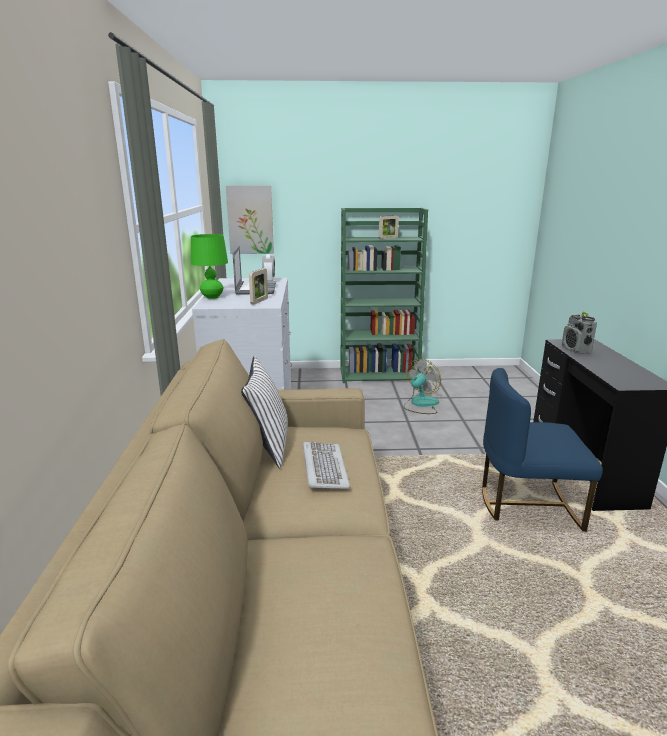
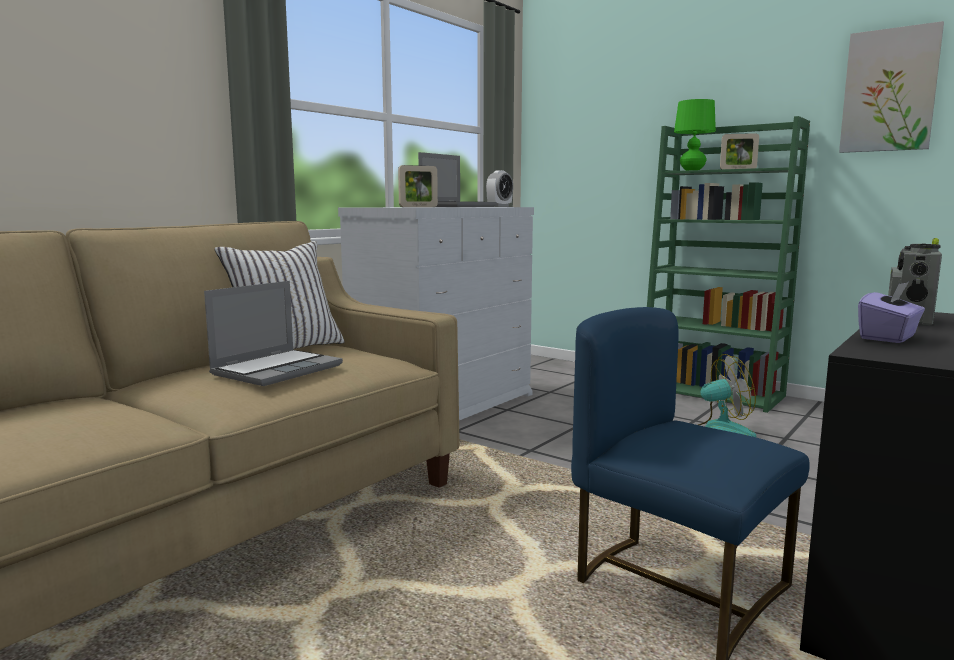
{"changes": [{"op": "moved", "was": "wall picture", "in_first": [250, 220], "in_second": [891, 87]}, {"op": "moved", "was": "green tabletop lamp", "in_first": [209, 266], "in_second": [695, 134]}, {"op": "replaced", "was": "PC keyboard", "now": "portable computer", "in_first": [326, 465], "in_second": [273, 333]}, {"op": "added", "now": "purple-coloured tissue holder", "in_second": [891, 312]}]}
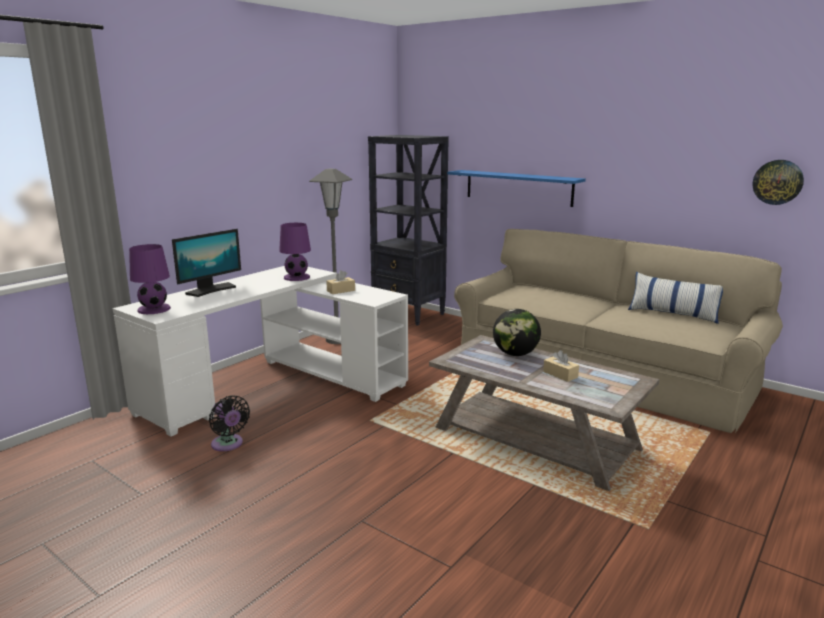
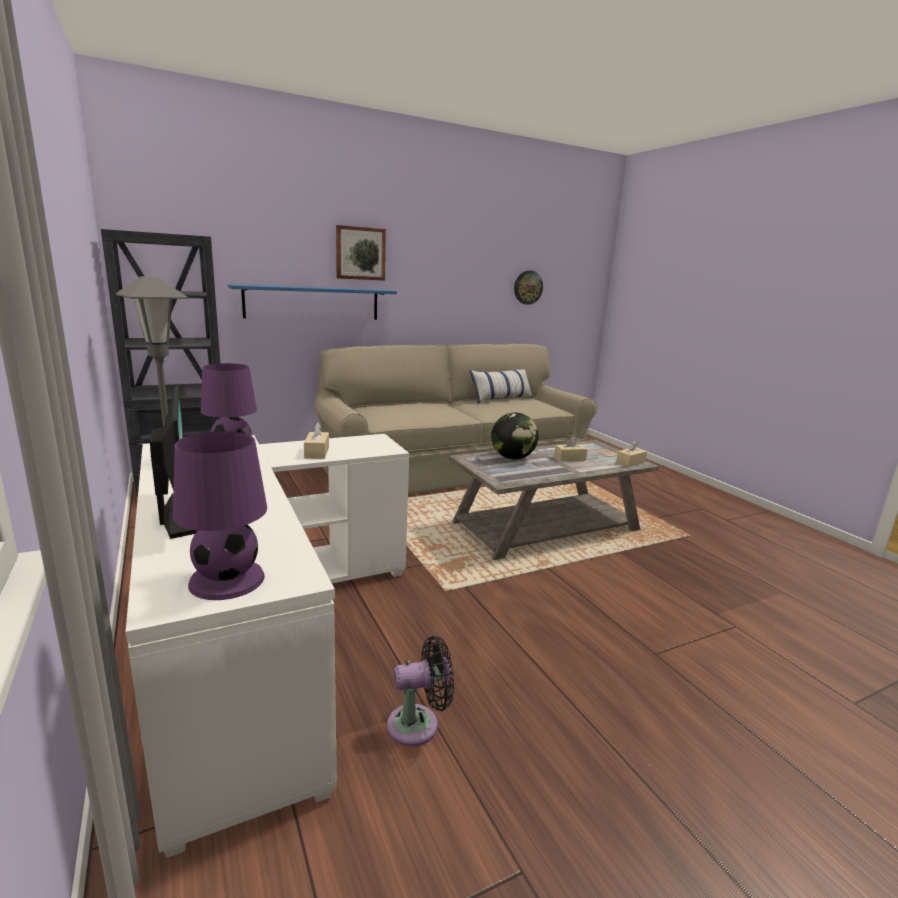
{"changes": [{"op": "added", "now": "wall picture", "in_second": [361, 252]}, {"op": "added", "now": "beige tissue holder", "in_second": [631, 453]}]}
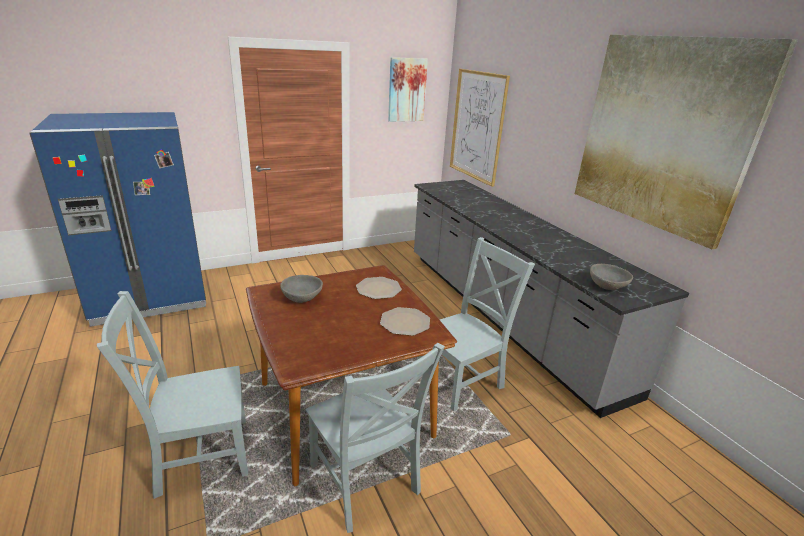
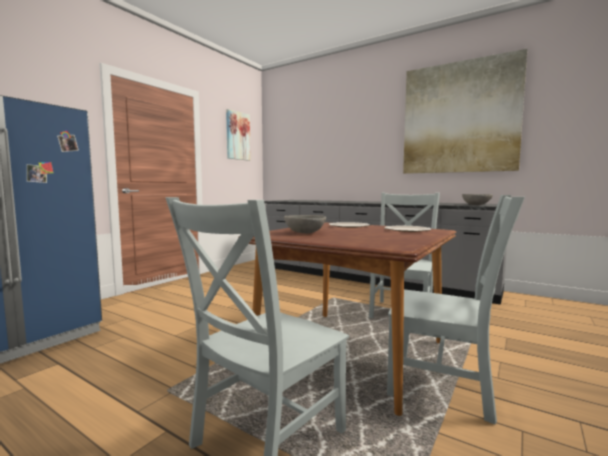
{"changes": [{"op": "removed", "was": "wall picture", "in_first": [480, 128]}]}
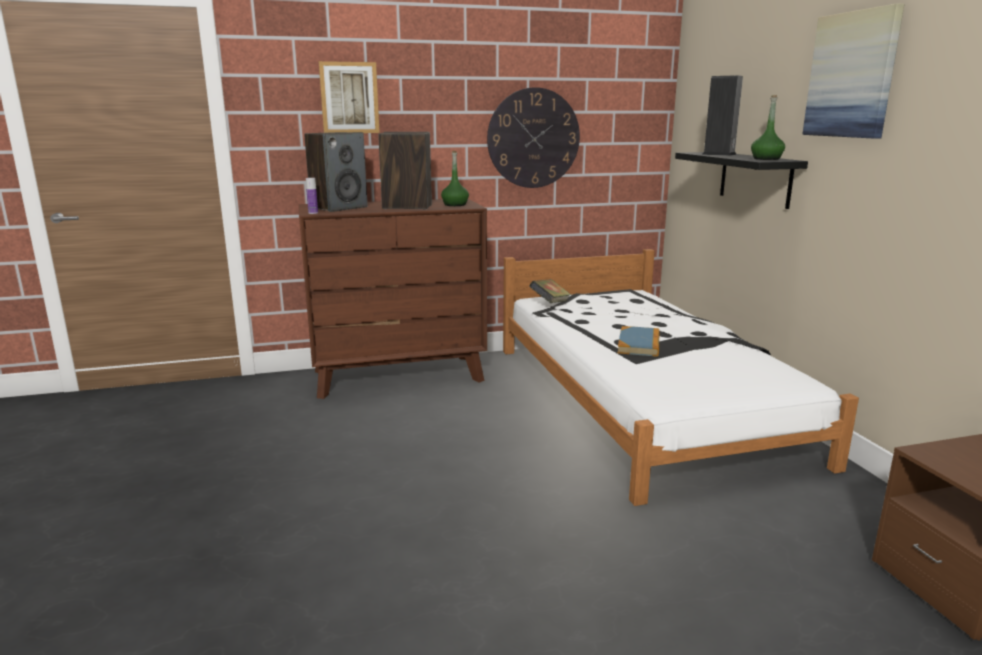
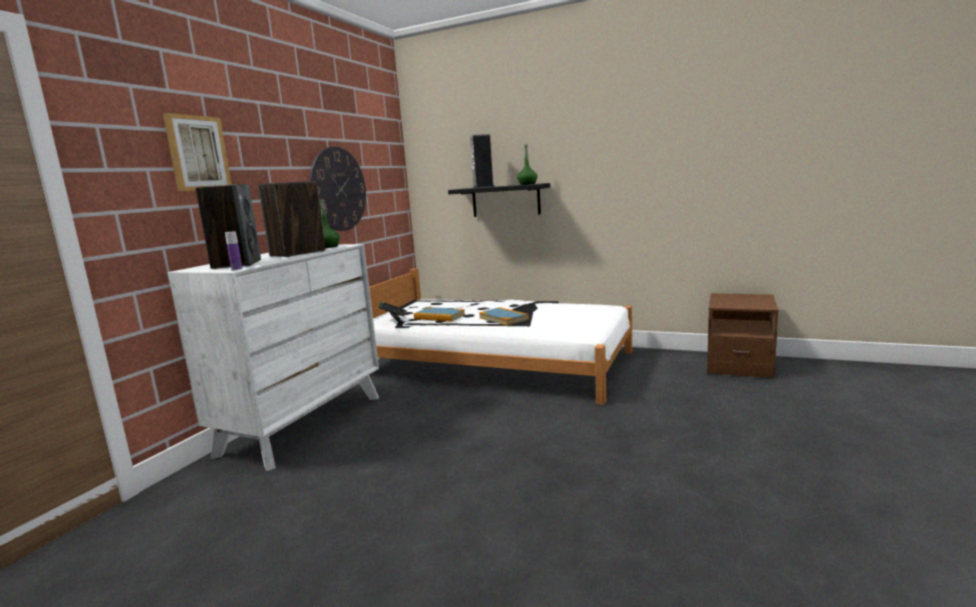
{"changes": [{"op": "removed", "was": "wall picture", "in_first": [853, 71]}, {"op": "recoloured", "was": "brown chest of drawers", "now": "whitish chest of drawers", "in_first": [393, 299], "in_second": [273, 357]}, {"op": "added", "now": "book", "in_second": [439, 314]}]}
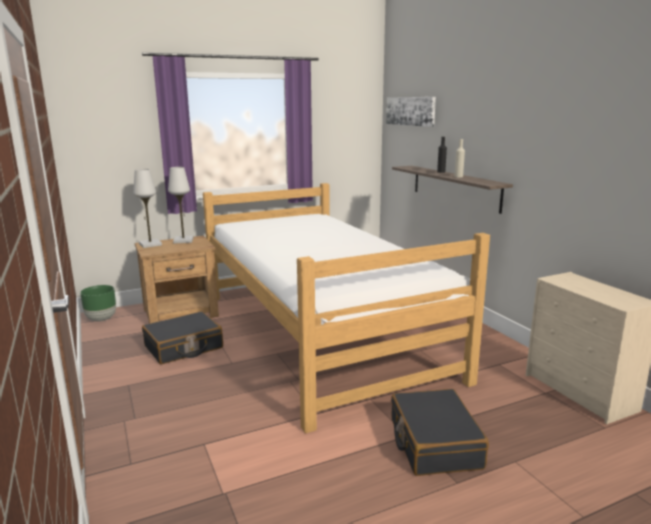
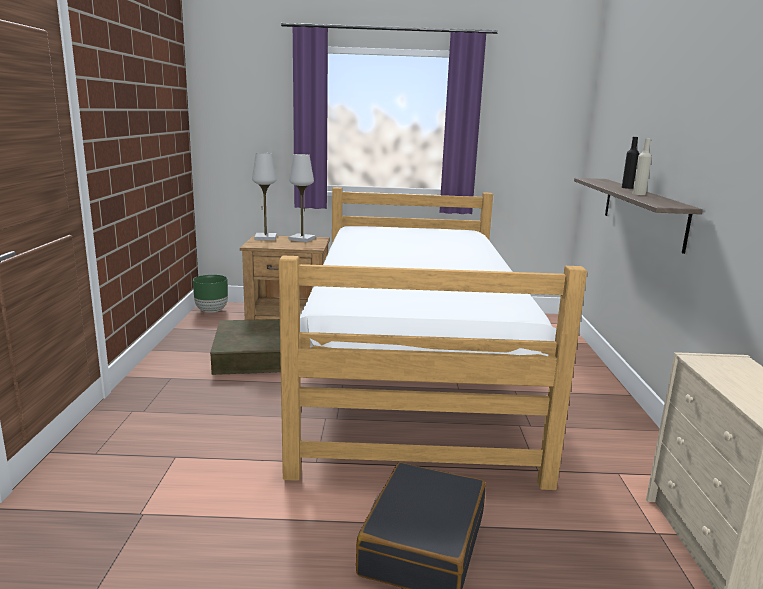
{"changes": [{"op": "removed", "was": "wall picture", "in_first": [411, 112]}, {"op": "replaced", "was": "black-coloured travel case", "now": "brown storage bin", "in_first": [182, 338], "in_second": [245, 347]}]}
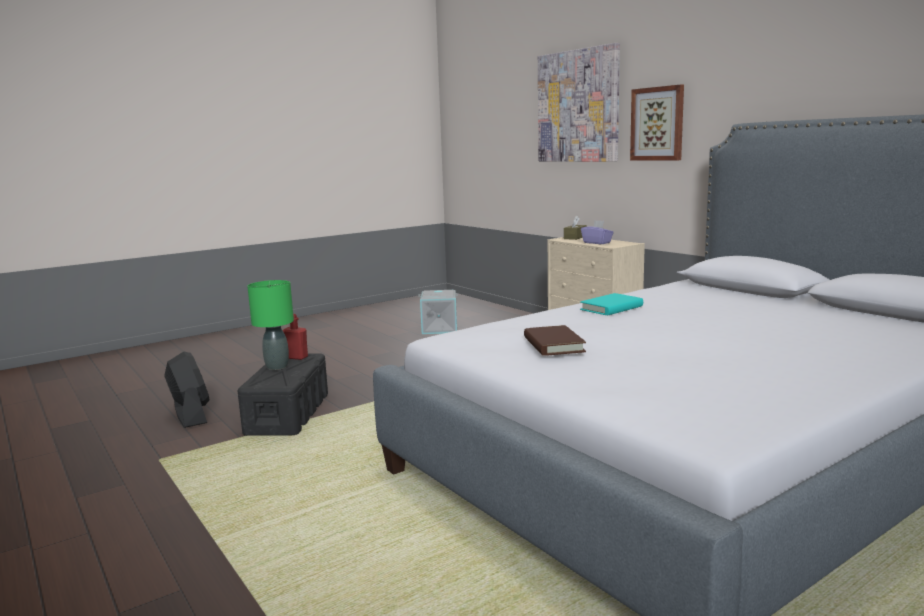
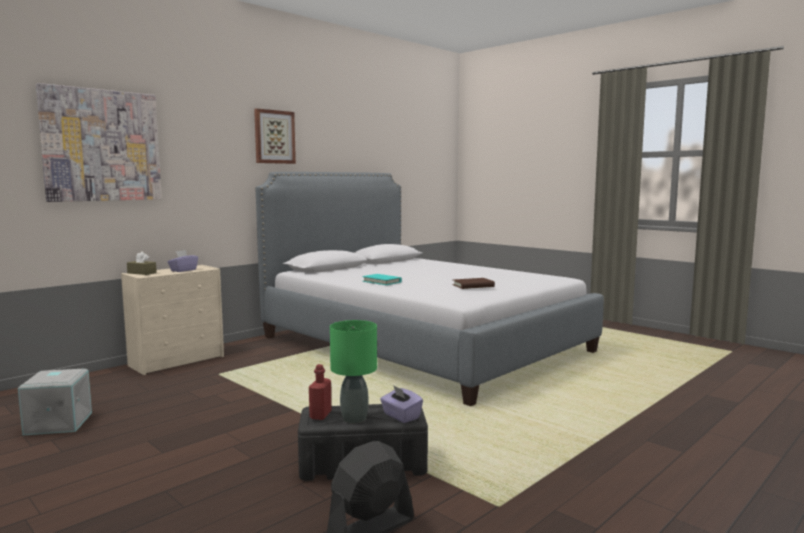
{"changes": [{"op": "moved", "was": "wall picture", "in_first": [657, 123], "in_second": [275, 136]}, {"op": "added", "now": "purple-coloured tissue holder", "in_second": [401, 404]}]}
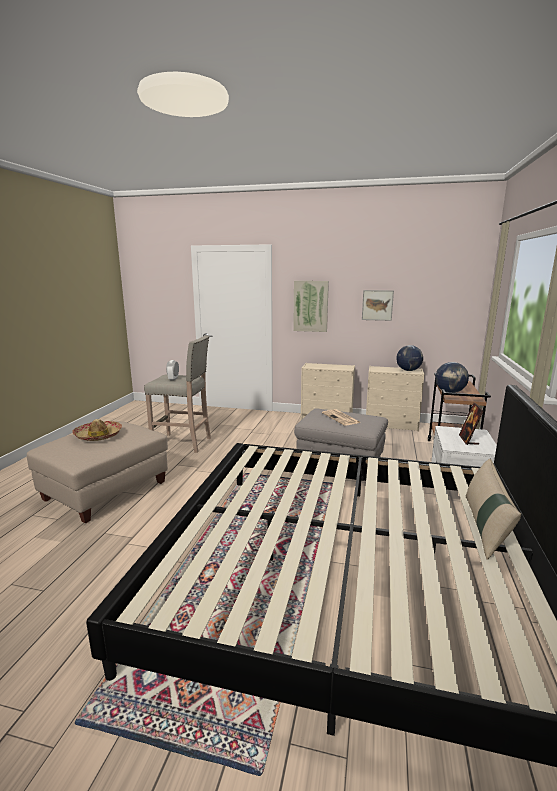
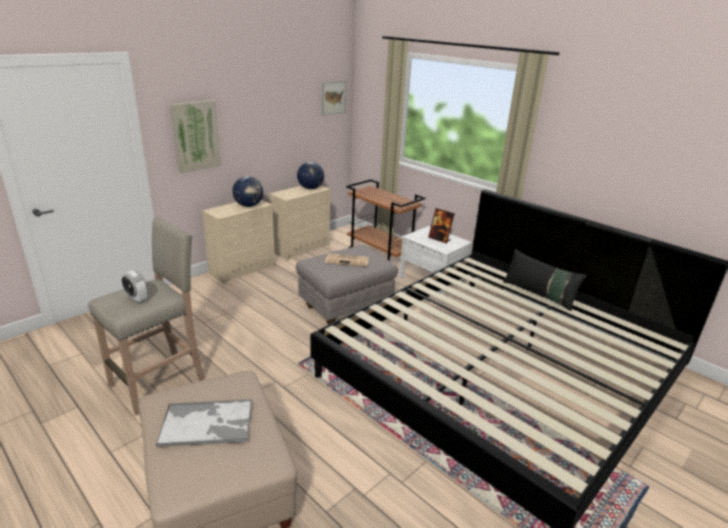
{"changes": [{"op": "moved", "was": "wall picture", "in_first": [378, 305], "in_second": [334, 98]}, {"op": "moved", "was": "globe", "in_first": [452, 377], "in_second": [247, 191]}, {"op": "replaced", "was": "wearable hat", "now": "tray", "in_first": [97, 430], "in_second": [204, 423]}, {"op": "recoloured", "was": "beige pillow", "now": "black-coloured pillow", "in_first": [493, 509], "in_second": [545, 280]}]}
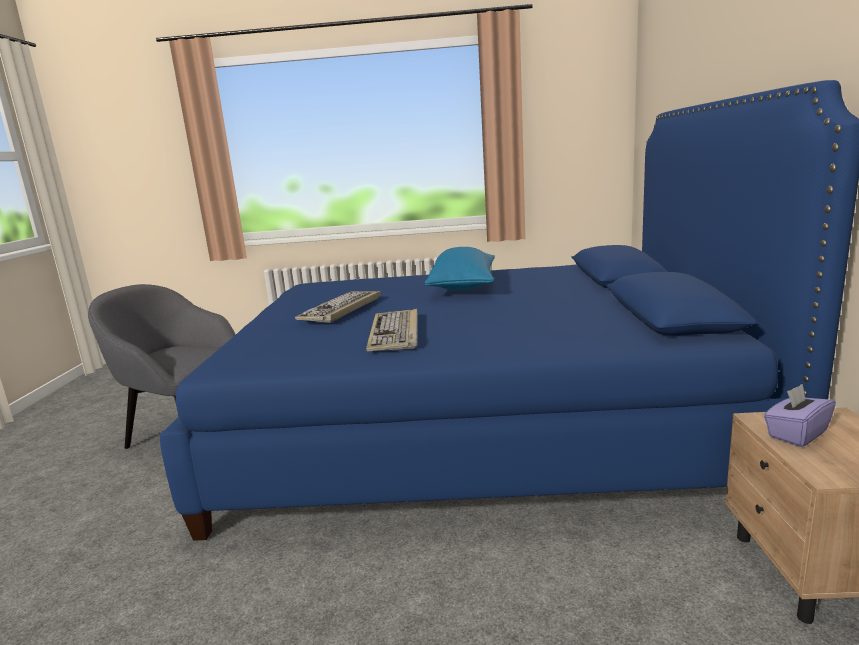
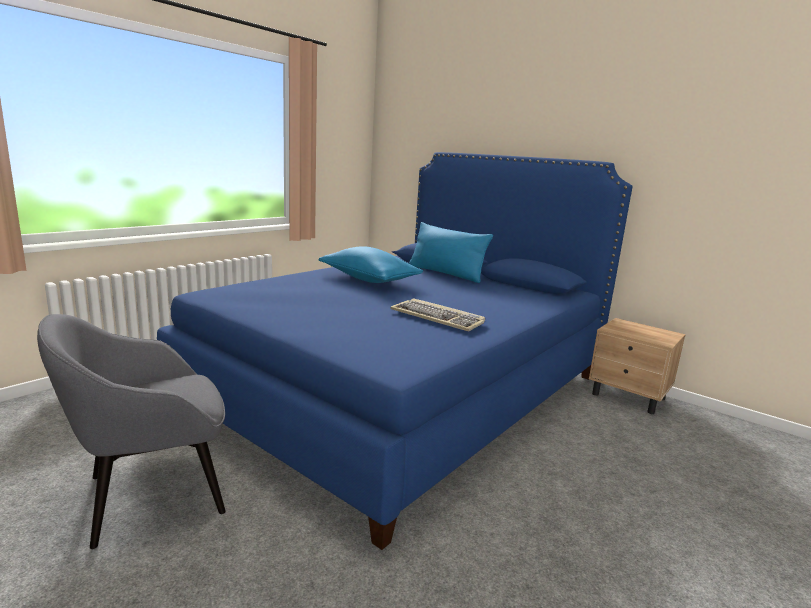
{"changes": [{"op": "removed", "was": "PC keyboard", "in_first": [338, 307]}, {"op": "removed", "was": "purple-coloured tissue holder", "in_first": [800, 415]}, {"op": "added", "now": "blue-coloured pillow", "in_second": [451, 252]}]}
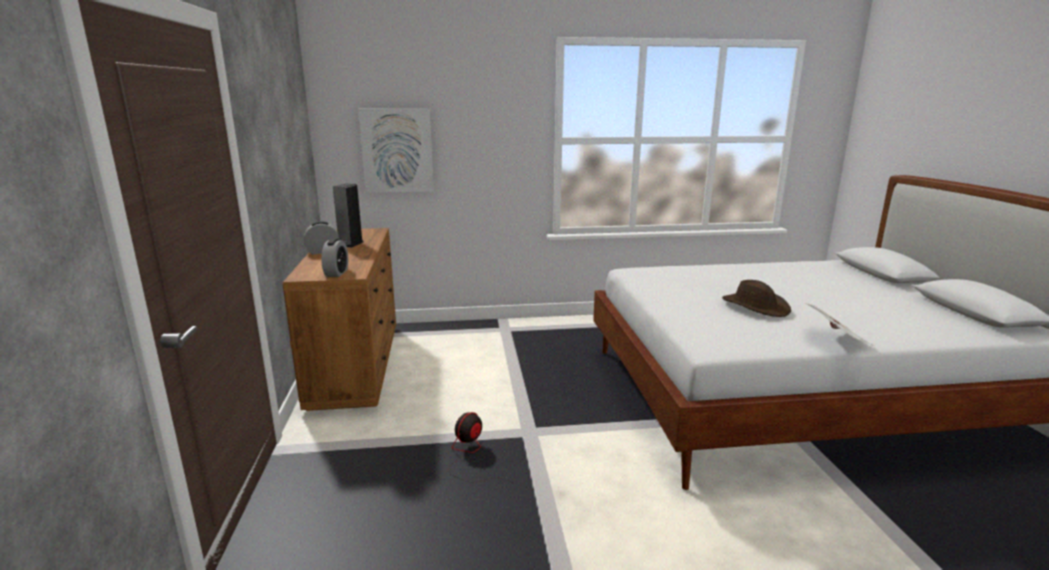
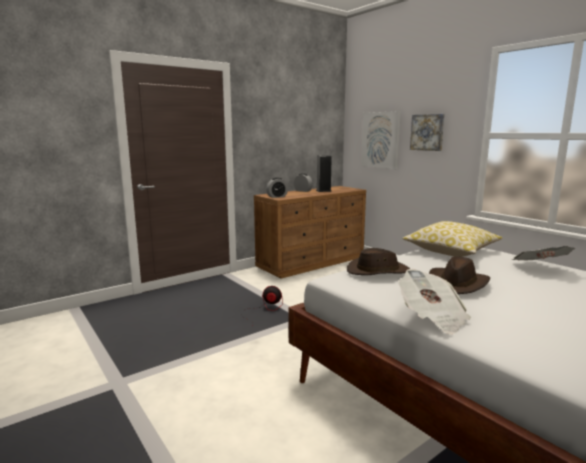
{"changes": [{"op": "added", "now": "wall picture", "in_second": [427, 132]}, {"op": "added", "now": "pillow", "in_second": [452, 239]}, {"op": "added", "now": "newspaper", "in_second": [543, 253]}, {"op": "added", "now": "brown wearable hat", "in_second": [378, 261]}]}
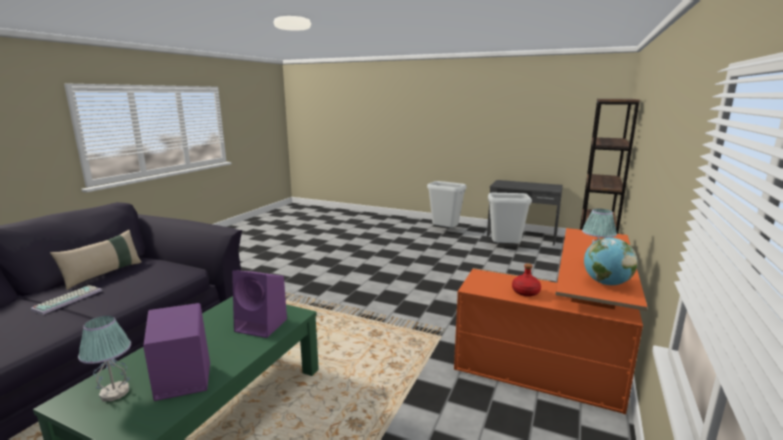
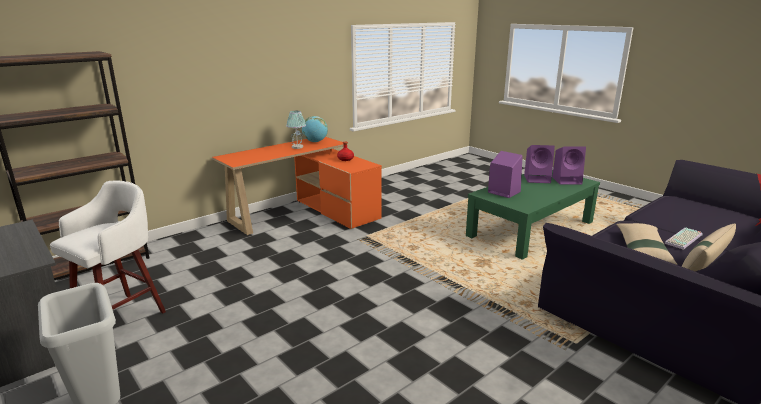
{"changes": [{"op": "replaced", "was": "gray waste bin", "now": "whitish sitting stool", "in_first": [510, 218], "in_second": [108, 246]}, {"op": "replaced", "was": "tabletop lamp", "now": "purple-coloured speaker", "in_first": [104, 358], "in_second": [569, 165]}, {"op": "added", "now": "beige pillow", "in_second": [646, 244]}]}
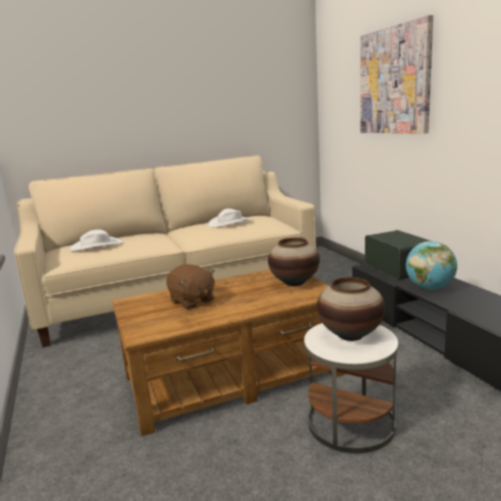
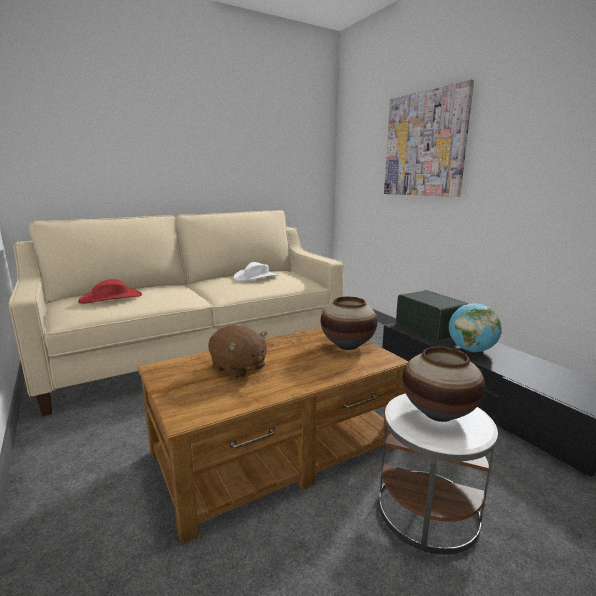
{"changes": [{"op": "recoloured", "was": "whitish wearable hat", "now": "red-coloured wearable hat", "in_first": [96, 240], "in_second": [110, 291]}]}
